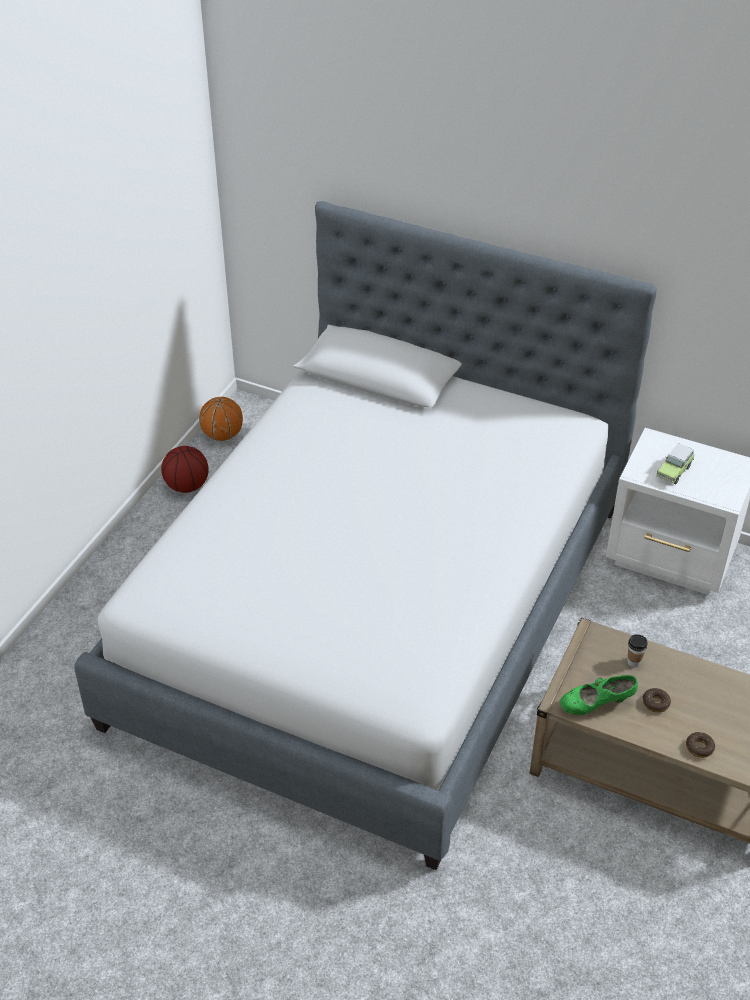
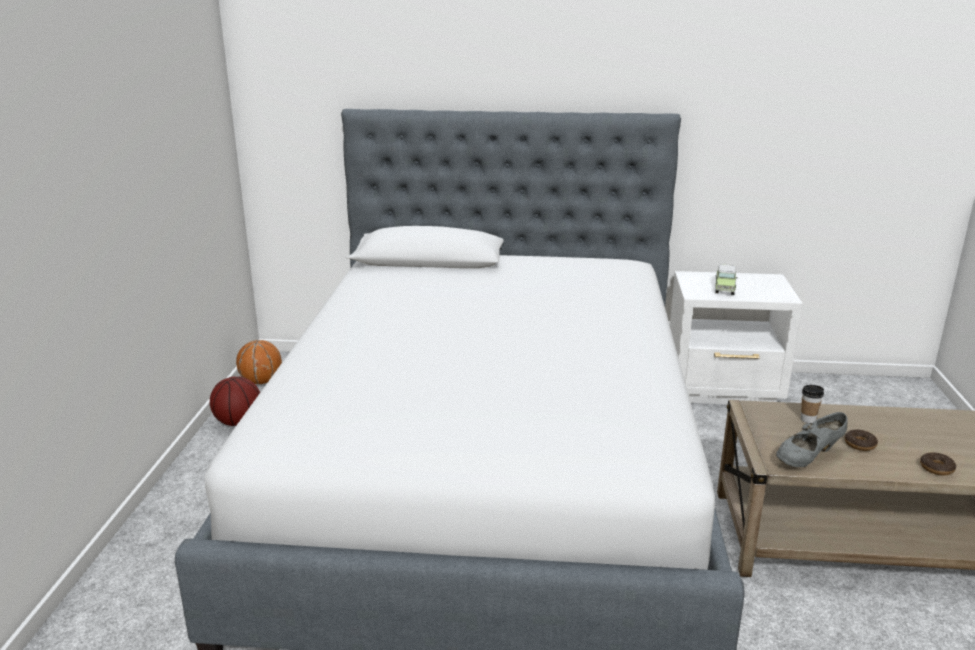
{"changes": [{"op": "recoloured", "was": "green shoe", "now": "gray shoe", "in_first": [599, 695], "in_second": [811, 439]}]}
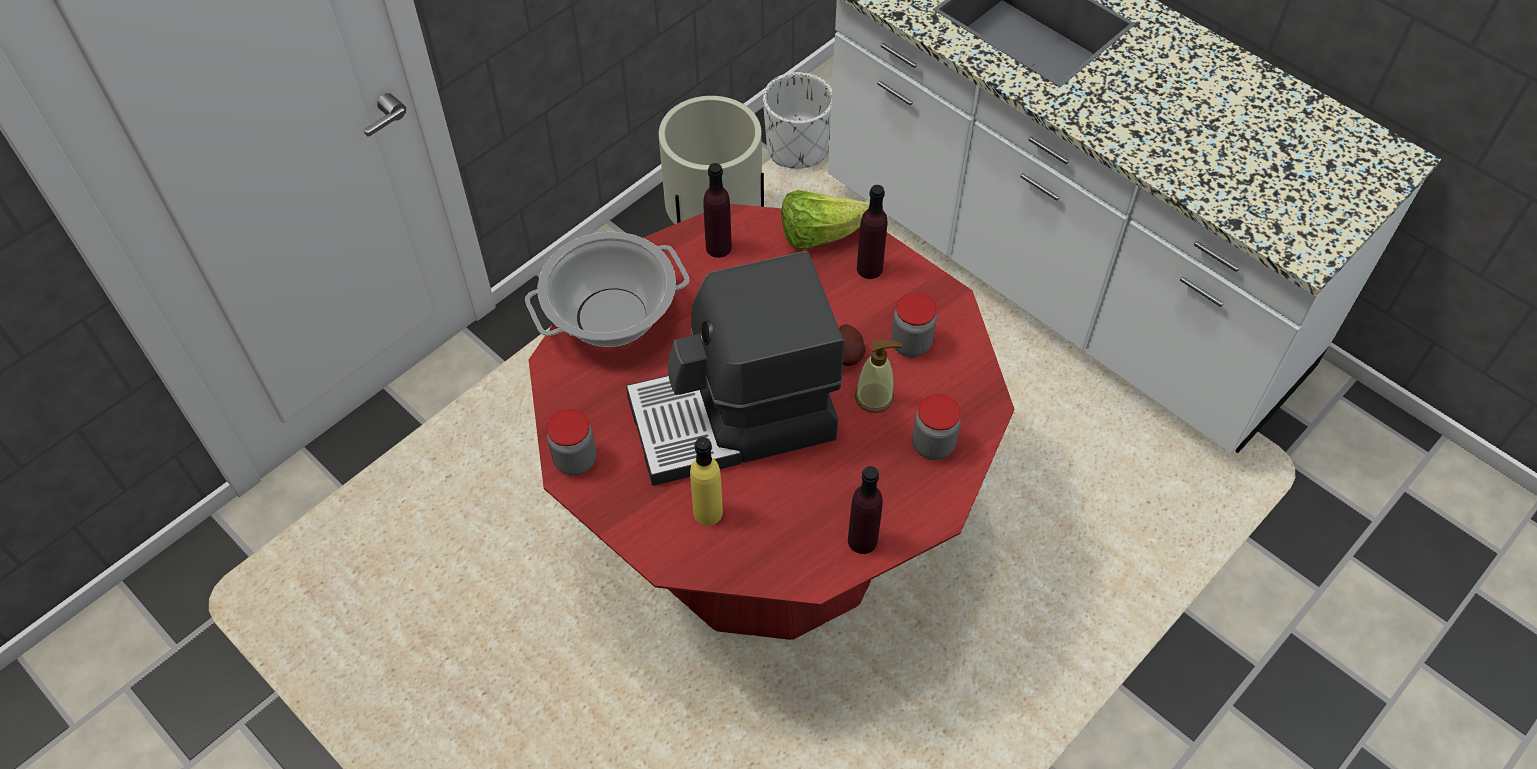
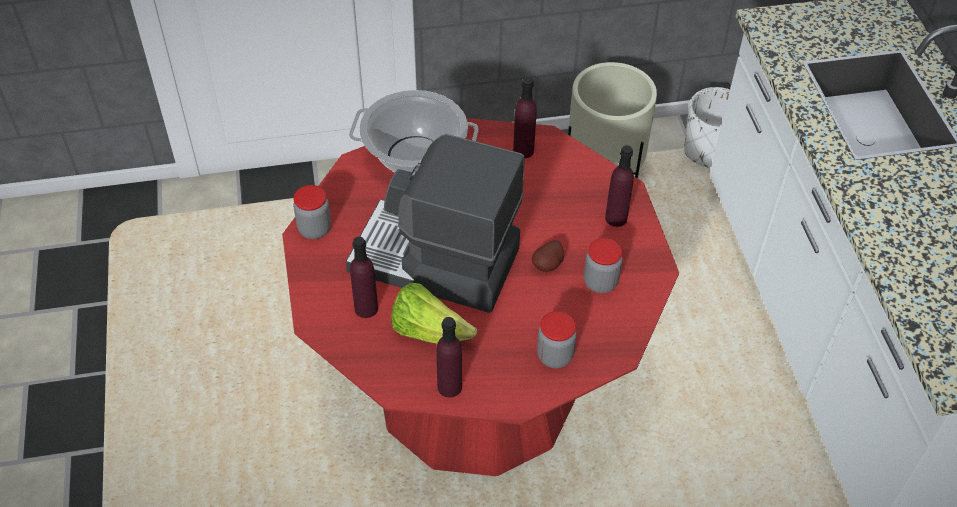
{"changes": [{"op": "moved", "was": "lettuce head", "in_first": [825, 219], "in_second": [434, 313]}, {"op": "removed", "was": "soap dispenser", "in_first": [878, 376]}, {"op": "recoloured", "was": "yellow beverage bottle", "now": "purple-coloured beverage bottle", "in_first": [706, 481], "in_second": [364, 277]}]}
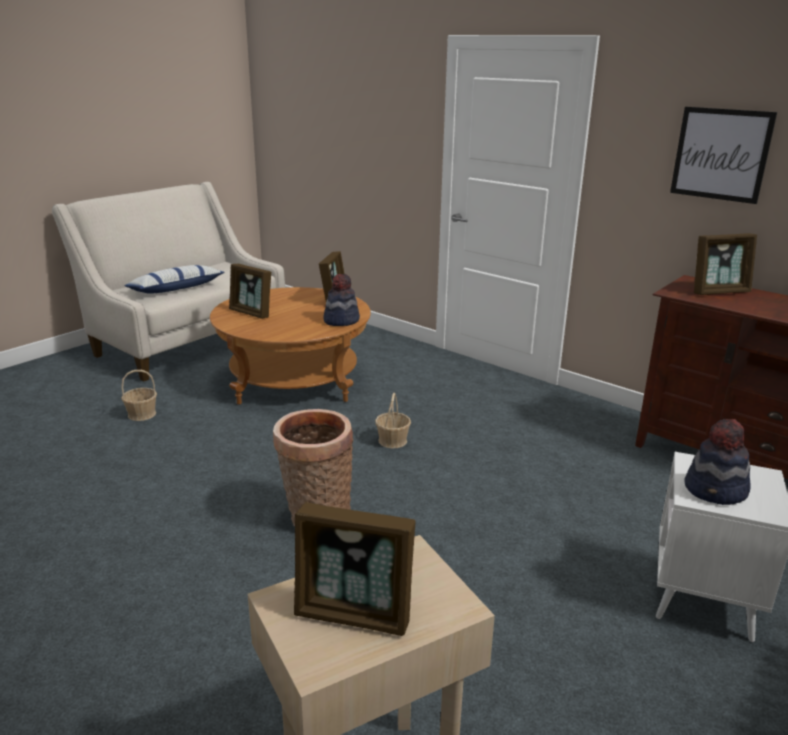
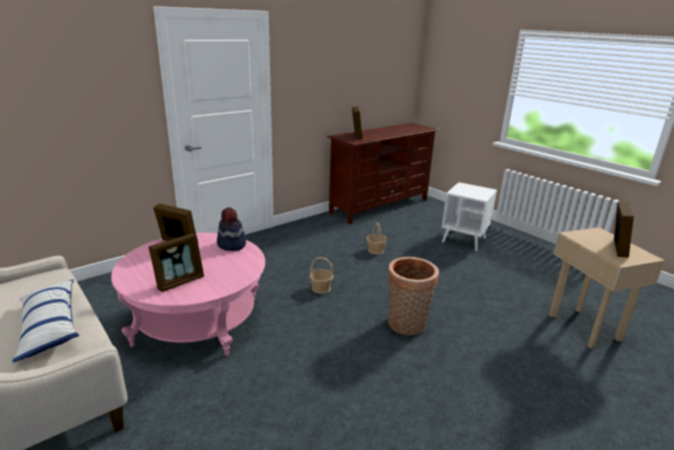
{"changes": [{"op": "removed", "was": "wall picture", "in_first": [723, 155]}, {"op": "recoloured", "was": "brown coffee table", "now": "pinkish coffee table", "in_first": [290, 346], "in_second": [188, 294]}, {"op": "moved", "was": "basket", "in_first": [139, 395], "in_second": [377, 238]}, {"op": "removed", "was": "wearable hat", "in_first": [717, 462]}]}
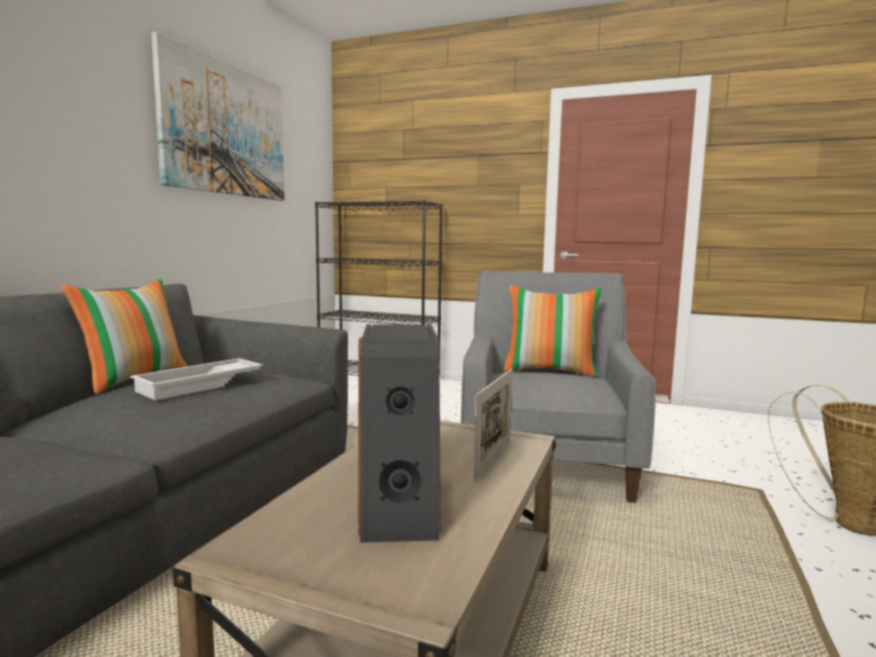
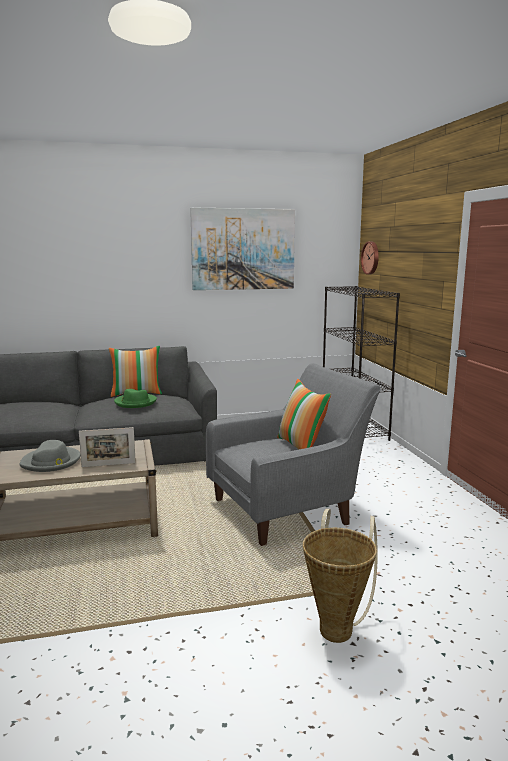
{"changes": [{"op": "replaced", "was": "speaker", "now": "gray wearable hat", "in_first": [399, 433], "in_second": [50, 456]}, {"op": "replaced", "was": "whitish tray", "now": "green wearable hat", "in_first": [196, 379], "in_second": [135, 398]}, {"op": "added", "now": "clock on the wall", "in_second": [370, 258]}]}
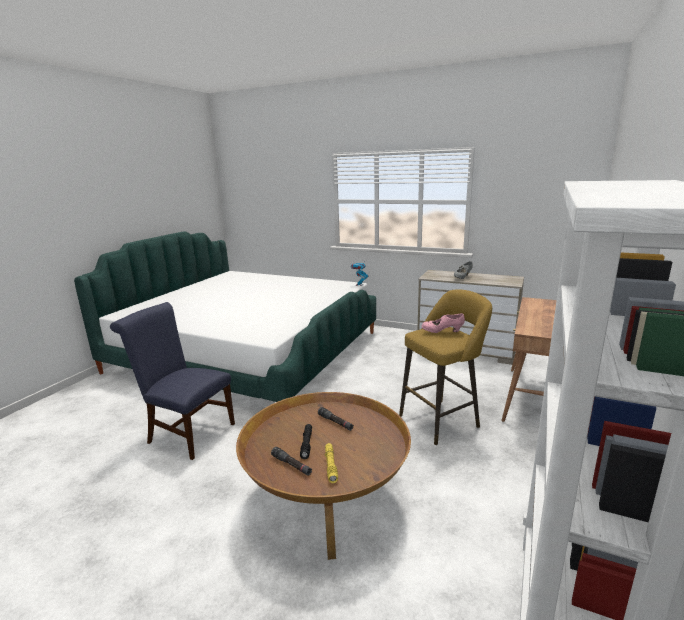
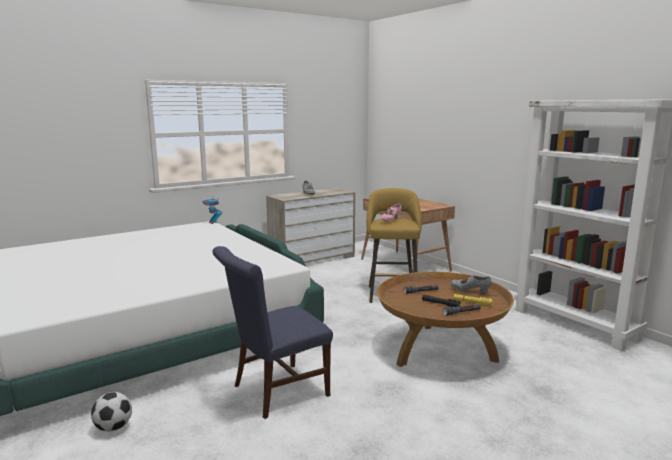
{"changes": [{"op": "added", "now": "gray shoe", "in_second": [470, 285]}, {"op": "added", "now": "football", "in_second": [111, 412]}]}
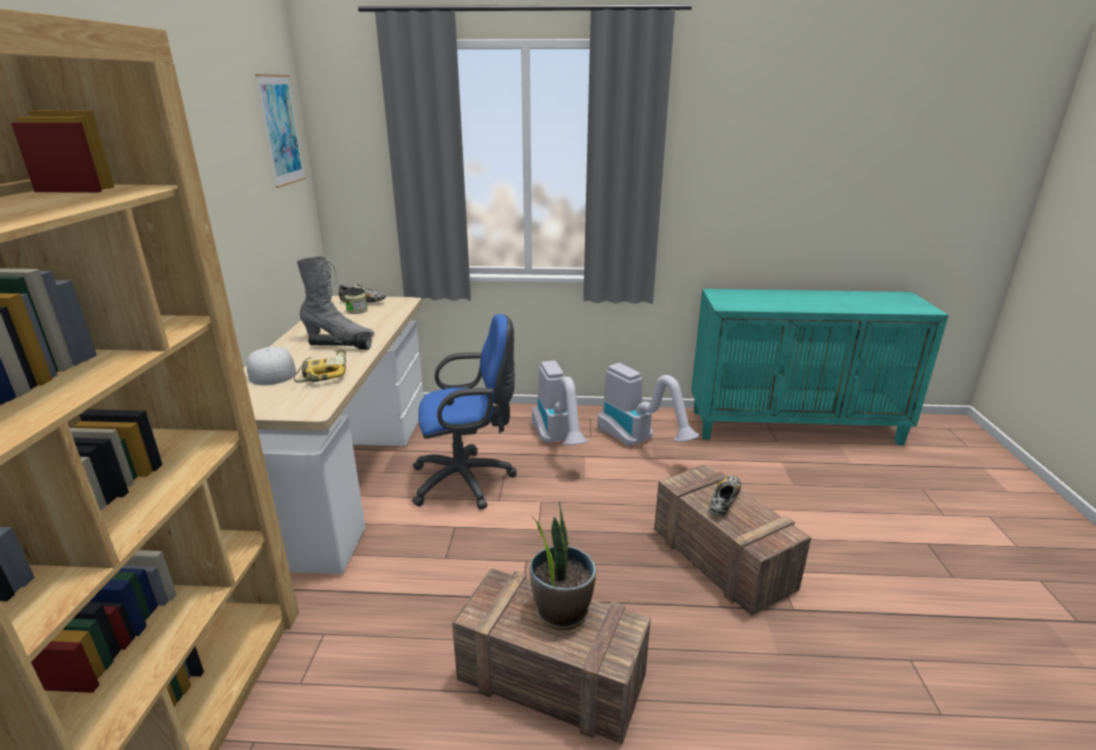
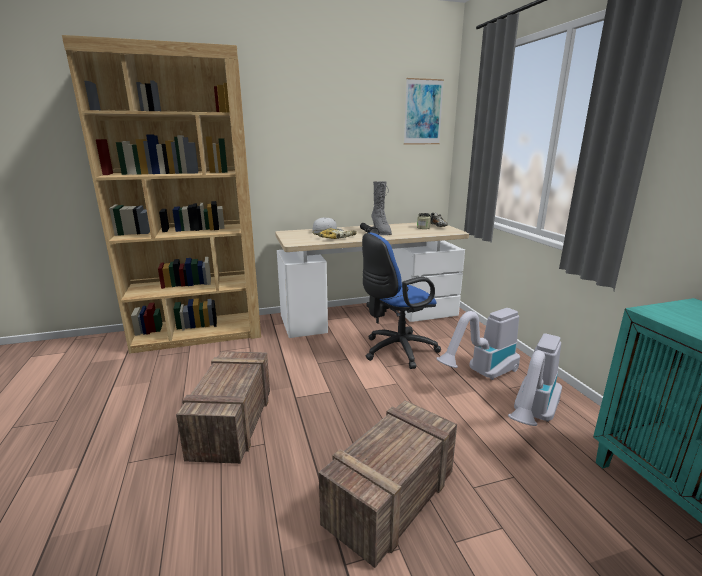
{"changes": [{"op": "turned", "was": "blue-coloured desk chair", "in_first": [464, 412], "in_second": [401, 301], "clockwise": 90}, {"op": "removed", "was": "shoe", "in_first": [725, 496]}, {"op": "removed", "was": "houseplant", "in_first": [563, 565]}]}
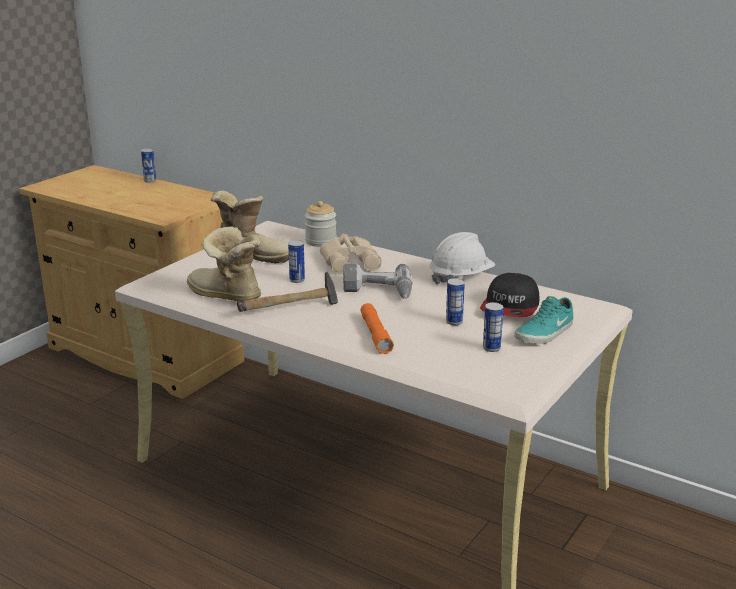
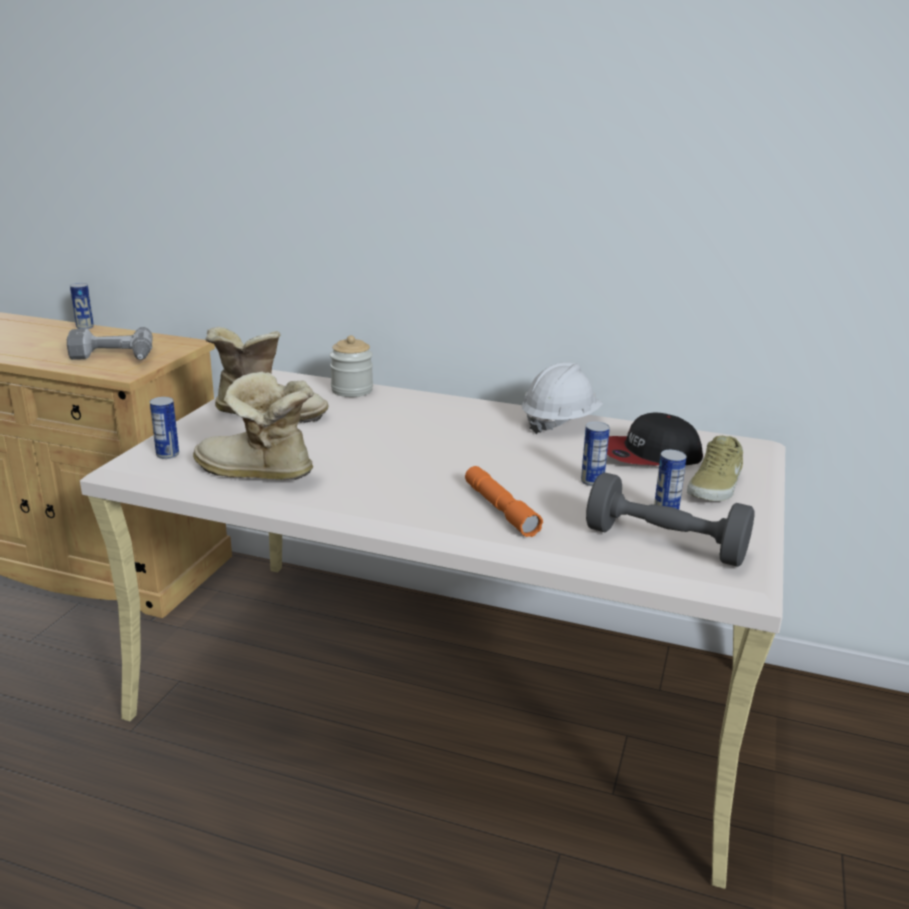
{"changes": [{"op": "removed", "was": "beige binoculars", "in_first": [351, 253]}, {"op": "moved", "was": "sealed can", "in_first": [296, 261], "in_second": [164, 428]}, {"op": "moved", "was": "drill", "in_first": [377, 281], "in_second": [110, 343]}, {"op": "removed", "was": "hammer", "in_first": [287, 291]}, {"op": "turned", "was": "baseball cap", "in_first": [509, 295], "in_second": [655, 439], "clockwise": 75}, {"op": "recoloured", "was": "blue-green shoe", "now": "beige shoe", "in_first": [543, 320], "in_second": [715, 468]}, {"op": "added", "now": "gray dumbbell", "in_second": [670, 519]}]}
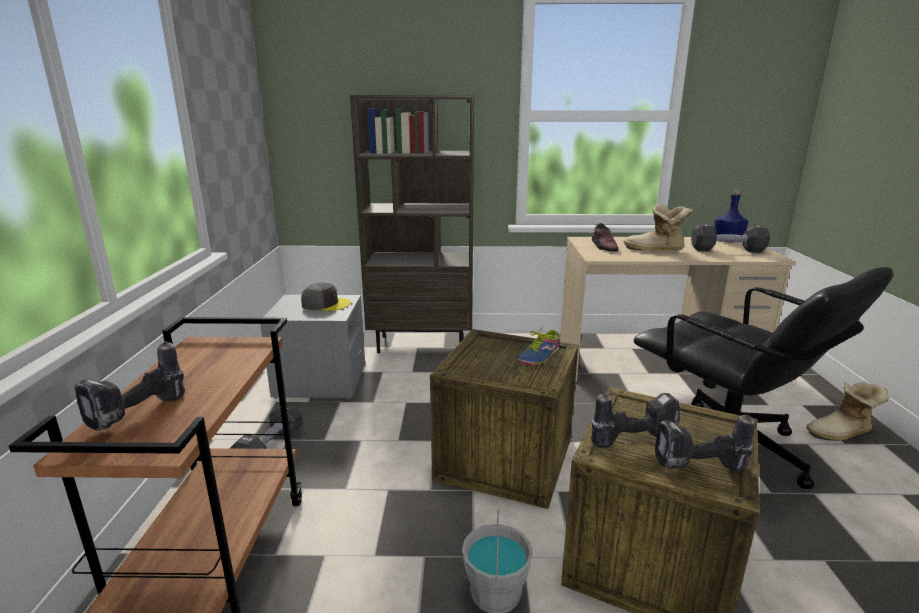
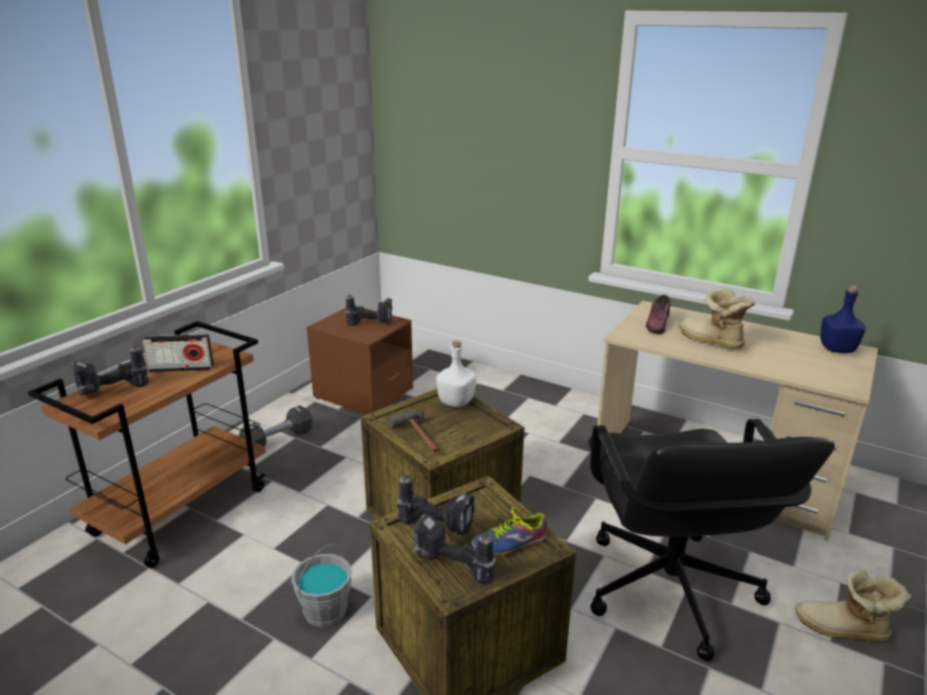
{"changes": [{"op": "removed", "was": "brown bookcase", "in_first": [412, 224]}, {"op": "removed", "was": "black-coloured dumbbell", "in_first": [730, 238]}, {"op": "replaced", "was": "gray baseball cap", "now": "drill", "in_first": [326, 296], "in_second": [369, 310]}, {"op": "recoloured", "was": "gray night table", "now": "brown night table", "in_first": [312, 347], "in_second": [360, 361]}, {"op": "moved", "was": "shoe", "in_first": [538, 345], "in_second": [509, 530]}, {"op": "added", "now": "radio set", "in_second": [178, 353]}, {"op": "added", "now": "whitish beverage bottle", "in_second": [456, 373]}, {"op": "added", "now": "hammer", "in_second": [414, 430]}]}
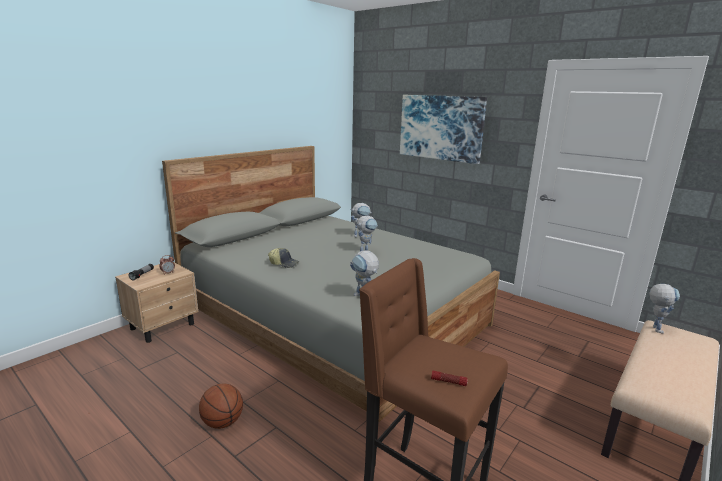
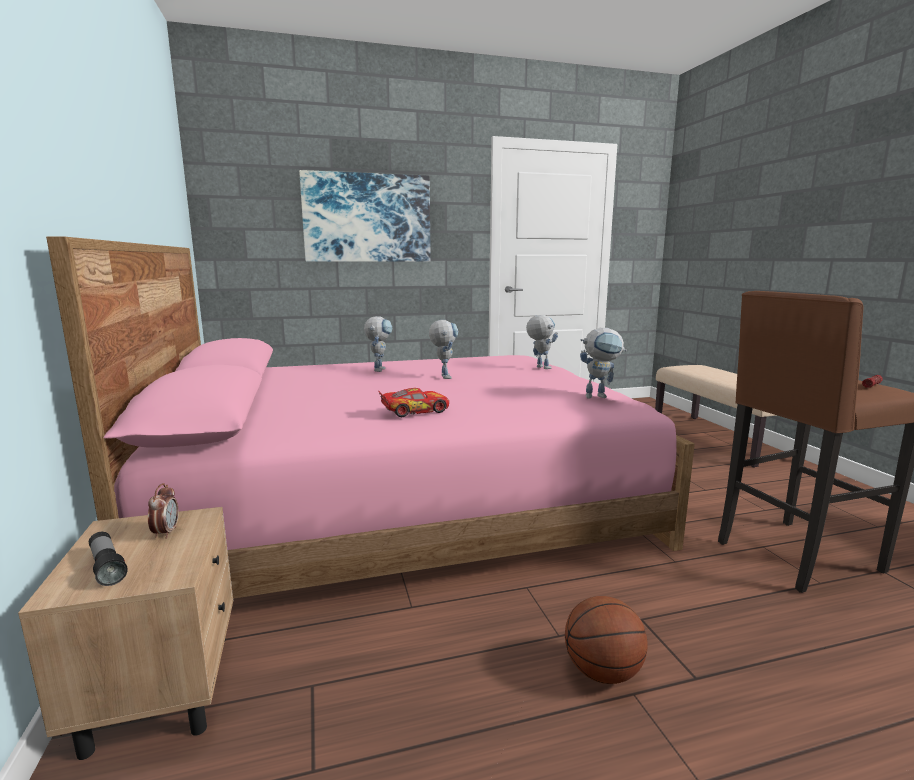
{"changes": [{"op": "recoloured", "was": "gray bedroom bed", "now": "pinkish bedroom bed", "in_first": [331, 284], "in_second": [370, 417]}, {"op": "replaced", "was": "baseball cap", "now": "toy car", "in_first": [283, 258], "in_second": [413, 402]}, {"op": "moved", "was": "toy robot", "in_first": [664, 309], "in_second": [542, 342]}]}
